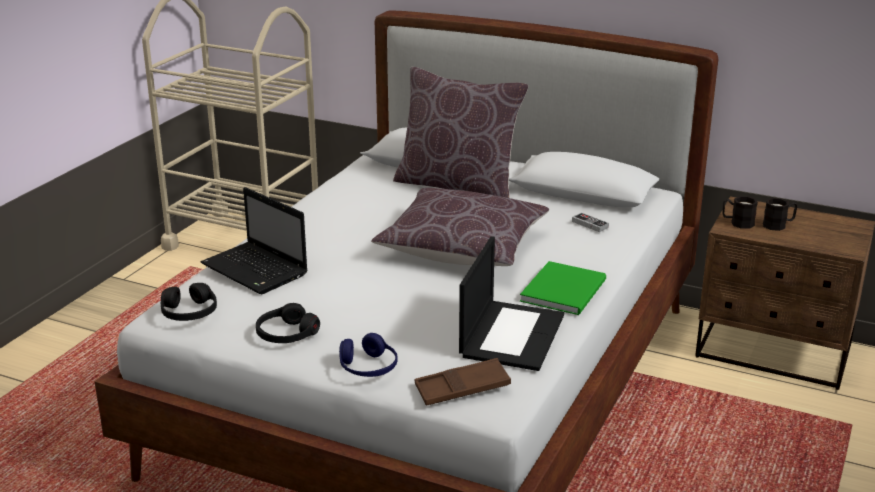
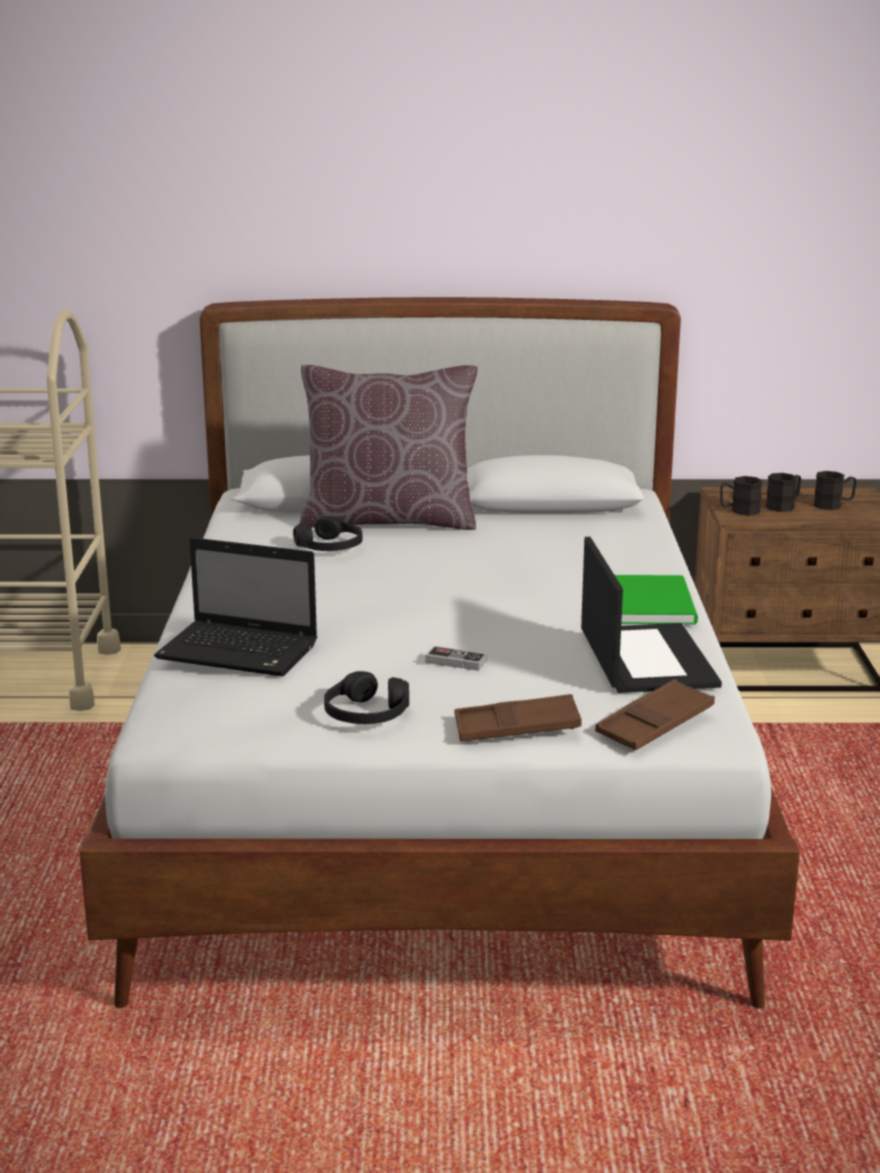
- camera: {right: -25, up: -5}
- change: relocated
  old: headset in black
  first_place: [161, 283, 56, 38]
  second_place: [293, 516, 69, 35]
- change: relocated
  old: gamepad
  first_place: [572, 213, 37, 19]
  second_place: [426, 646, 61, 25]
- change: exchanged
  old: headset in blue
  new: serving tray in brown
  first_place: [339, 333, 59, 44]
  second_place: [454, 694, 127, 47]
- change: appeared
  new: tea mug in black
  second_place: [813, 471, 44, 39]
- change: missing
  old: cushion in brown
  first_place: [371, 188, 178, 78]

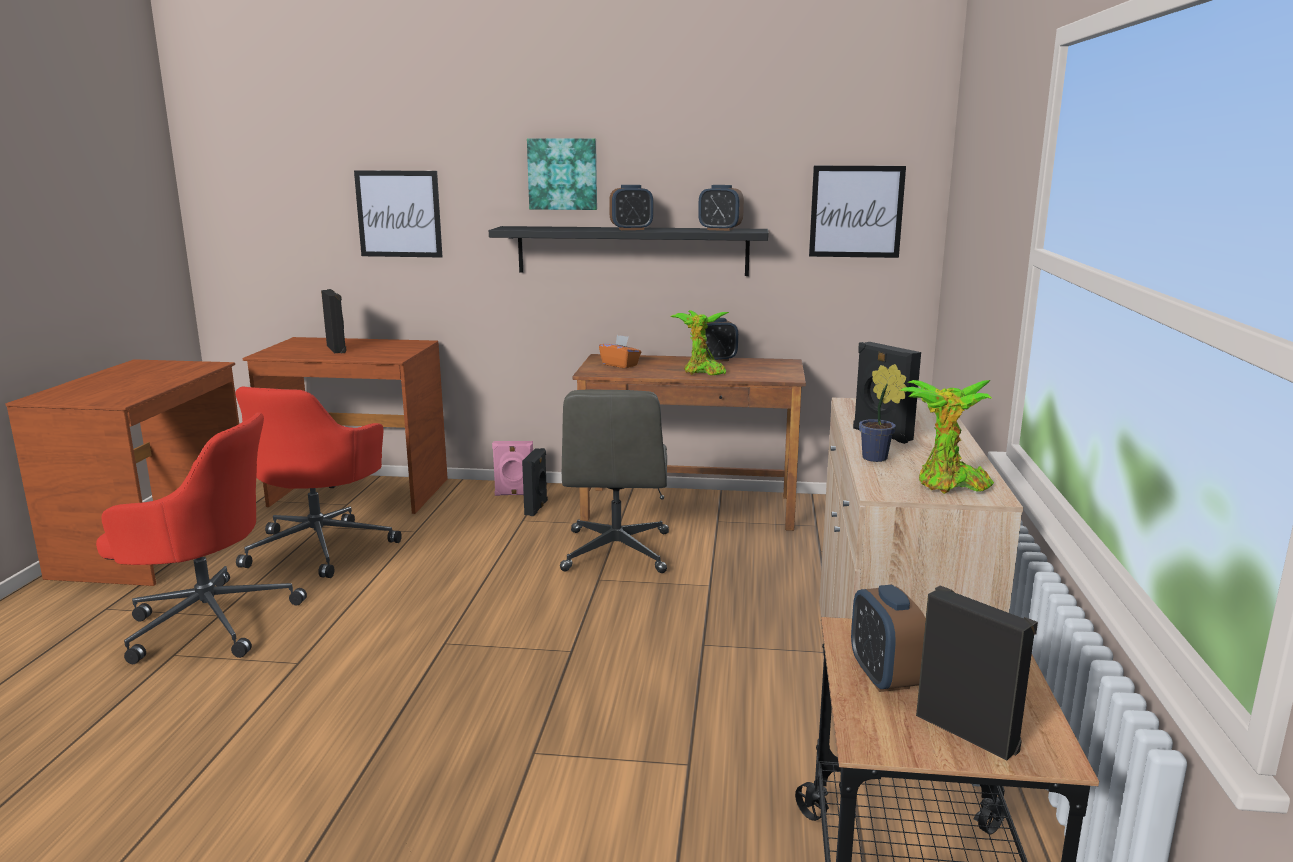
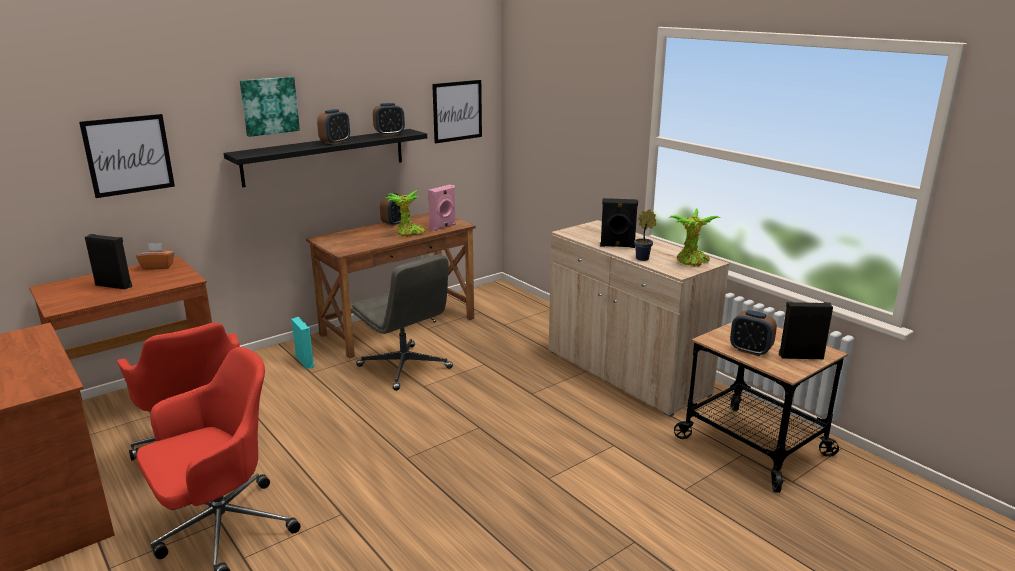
- camera: {right: -45, up: 5}
- change: relocated
  old: tissue holder in orange-coloured
  first_place: [599, 335, 42, 33]
  second_place: [136, 243, 39, 27]
- change: colour
  old: audio speaker in black
  new: audio speaker in blue-green
  first_place: [522, 448, 26, 68]
  second_place: [291, 317, 23, 52]
- change: relocated
  old: audio speaker in pinkish
  first_place: [492, 441, 41, 55]
  second_place: [428, 185, 28, 46]

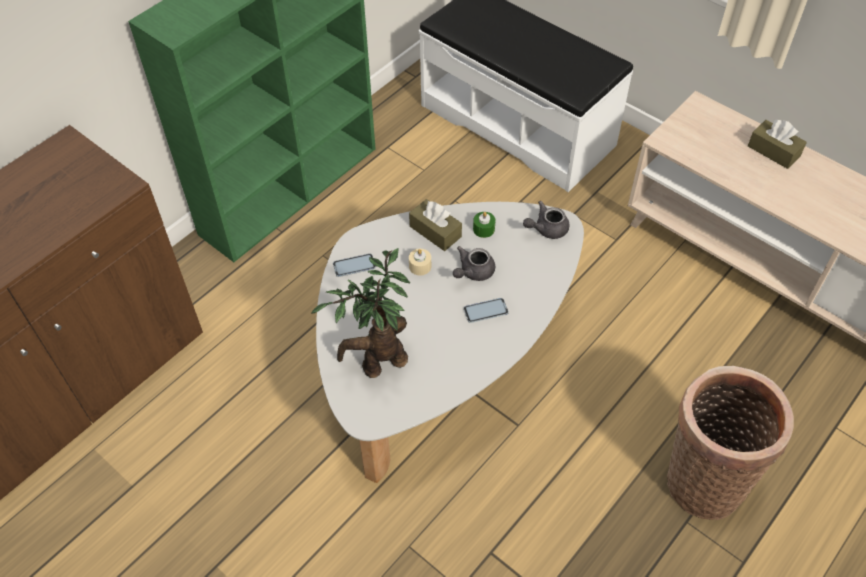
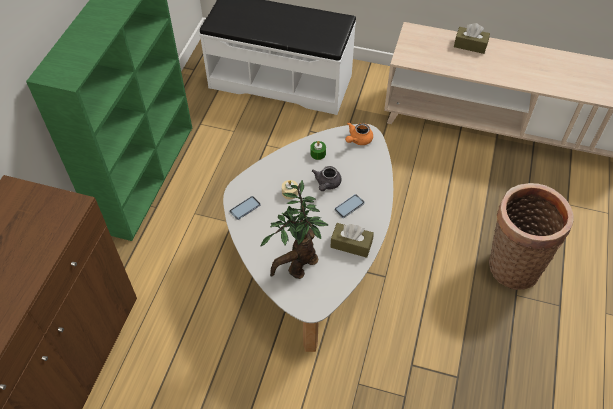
- camera: {right: -25, up: 0}
- change: relocated
  old: tissue holder in brown
  first_place: [409, 199, 53, 52]
  second_place: [331, 223, 43, 35]
- change: colour
  old: tea pot in greyish
  new: tea pot in orange-coloured
  first_place: [523, 201, 46, 38]
  second_place: [345, 122, 28, 23]

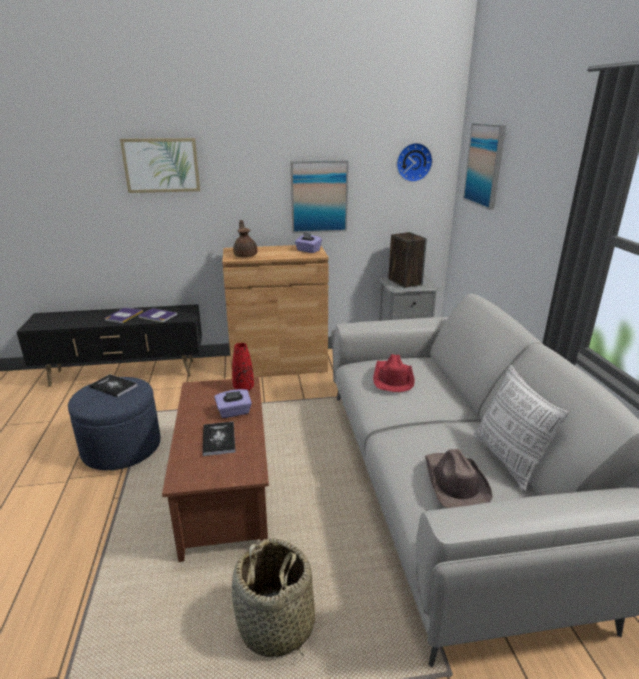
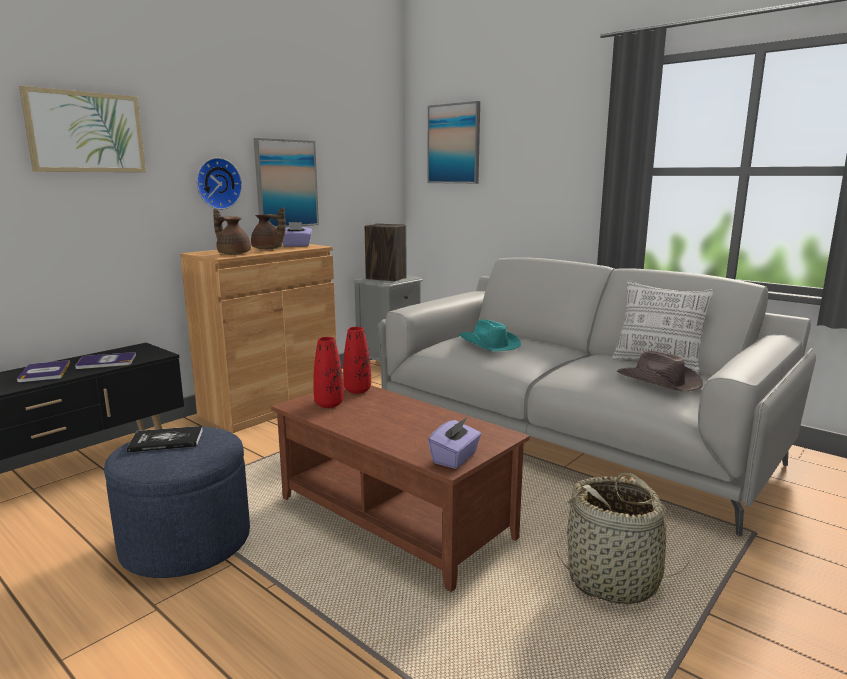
- camera: {right: -40, up: -10}
- change: relocated
  old: hanging clock
  first_place: [397, 143, 36, 39]
  second_place: [196, 158, 46, 52]
- change: appeared
  new: tea pot in brown
  second_place: [251, 207, 35, 42]
- change: appeared
  new: flower vase in red-coloured
  second_place: [313, 337, 31, 71]
- change: relocated
  old: tissue holder in purple
  first_place: [215, 389, 37, 29]
  second_place: [428, 417, 53, 52]
- change: colour
  old: clothing hat in red-coloured
  new: clothing hat in blue-green
  first_place: [373, 354, 42, 38]
  second_place: [459, 319, 62, 32]
- change: missing
  old: book
  first_place: [202, 421, 33, 35]

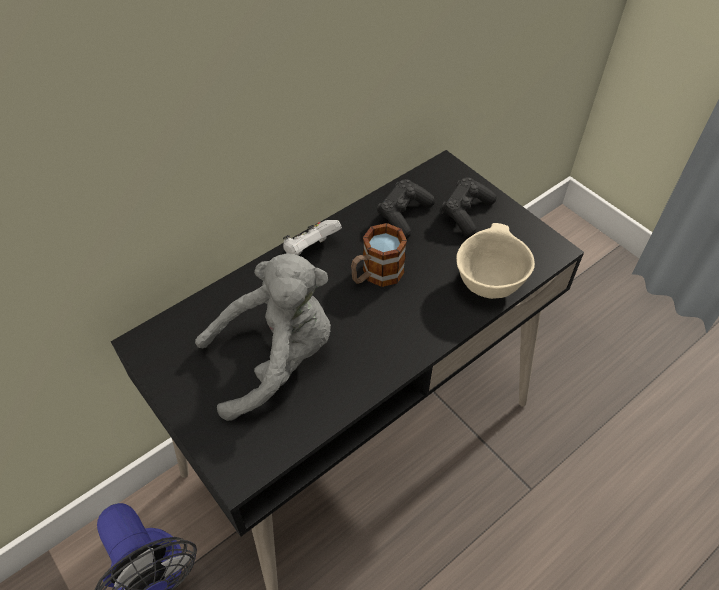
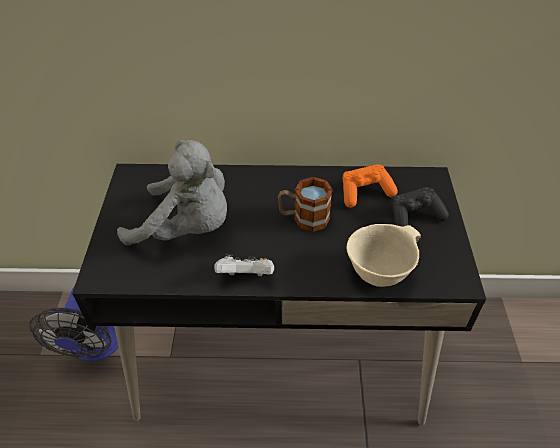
- camera: {right: 40, up: -5}
- change: relocated
  old: gamepad in white
  first_place: [283, 220, 59, 35]
  second_place: [214, 253, 60, 23]
- change: colour
  old: gamepad in black
  new: gamepad in orange-coloured
  first_place: [377, 179, 58, 60]
  second_place: [343, 164, 55, 44]

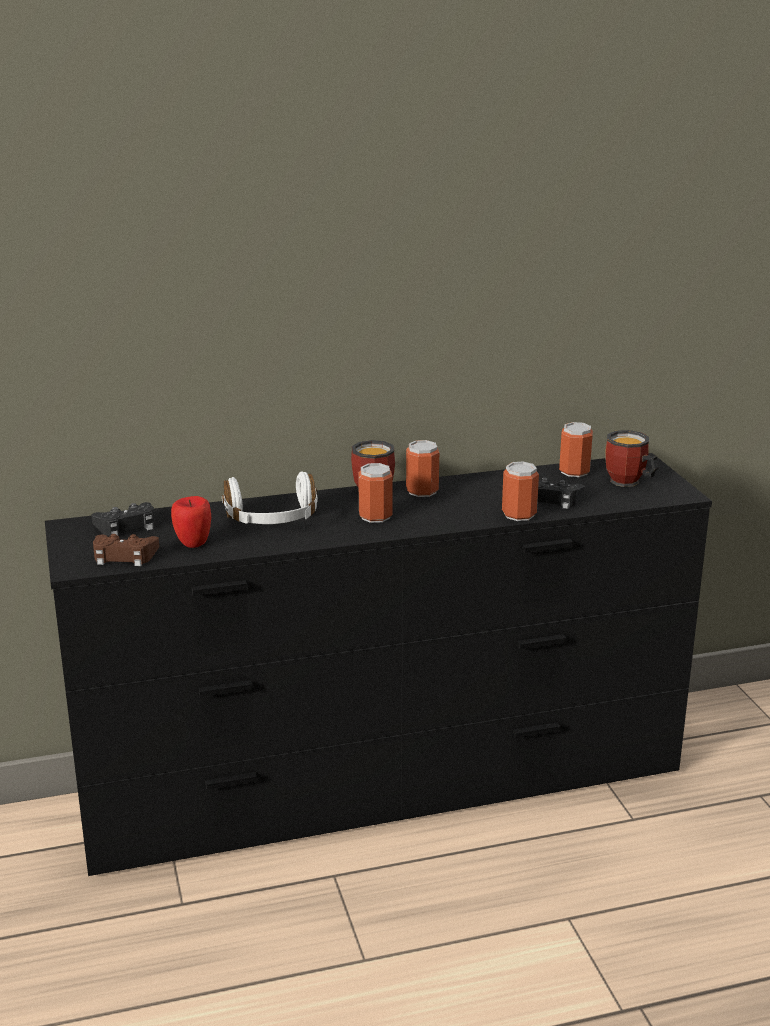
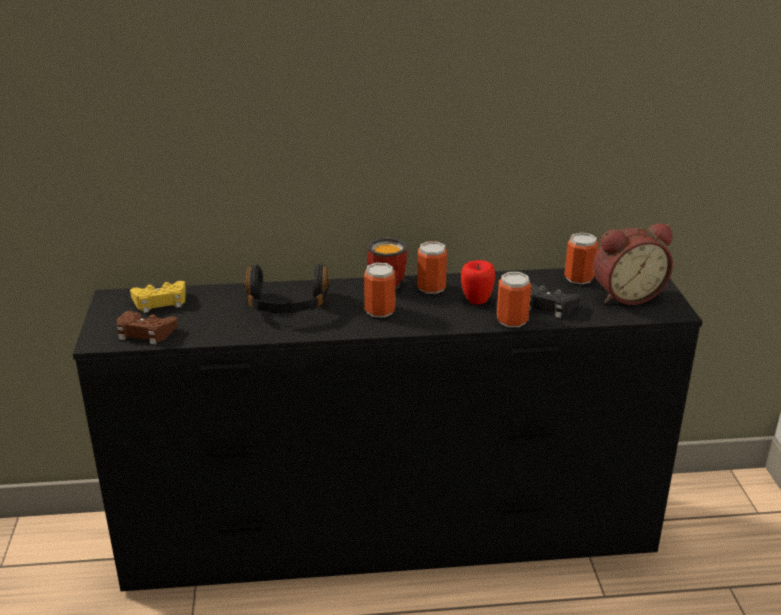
- camera: {right: 10, up: 5}
- change: colour
  old: gamepad in black
  new: gamepad in yellow-coloured
  first_place: [91, 502, 64, 34]
  second_place: [130, 281, 56, 32]
- change: colour
  old: headset in white
  new: headset in black
  first_place: [222, 471, 96, 53]
  second_place: [244, 264, 86, 49]
- change: relocated
  old: apple
  first_place: [171, 496, 40, 52]
  second_place: [461, 260, 34, 45]
- change: exchanged
  old: tea mug
  new: alarm clock
  first_place: [606, 430, 53, 57]
  second_place: [593, 223, 80, 82]

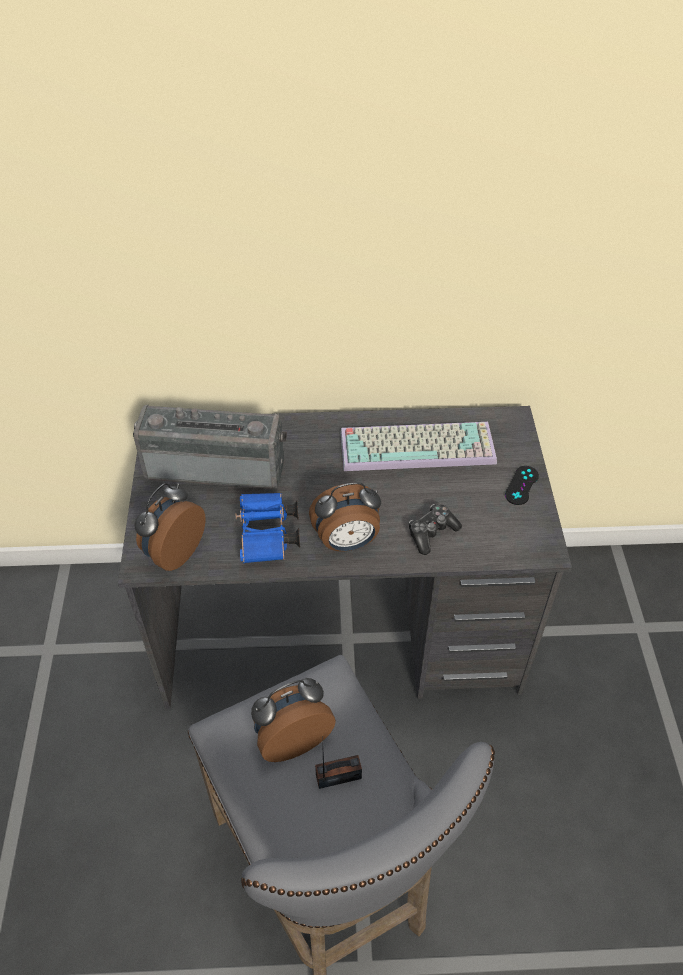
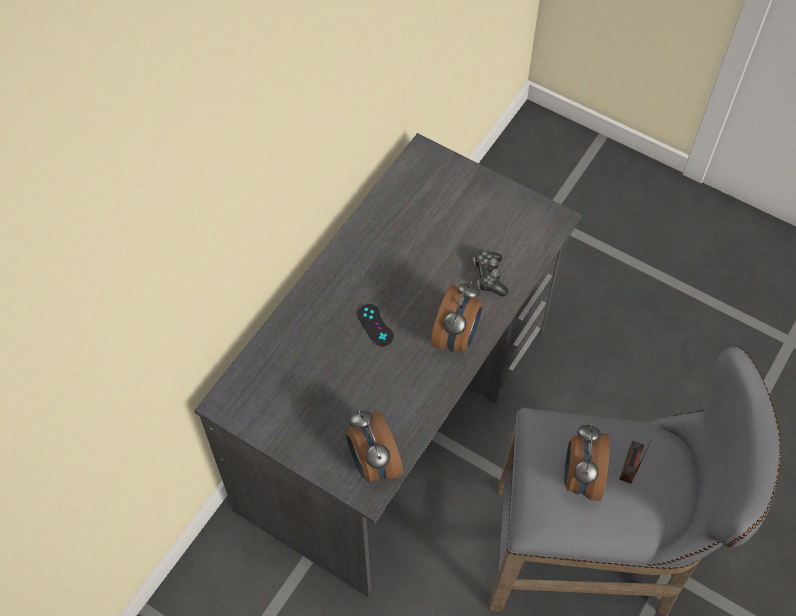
- camera: {right: -55, up: 10}
- change: relocated
  old: gamepad in black
  first_place: [505, 466, 34, 39]
  second_place: [358, 304, 36, 43]
- change: missing
  old: radio receiver
  first_place: [133, 405, 154, 84]
- change: missing
  old: pair of binoculars in blue
  first_place: [236, 493, 64, 70]
- change: missing
  old: computer keyboard
  first_place: [340, 422, 157, 49]

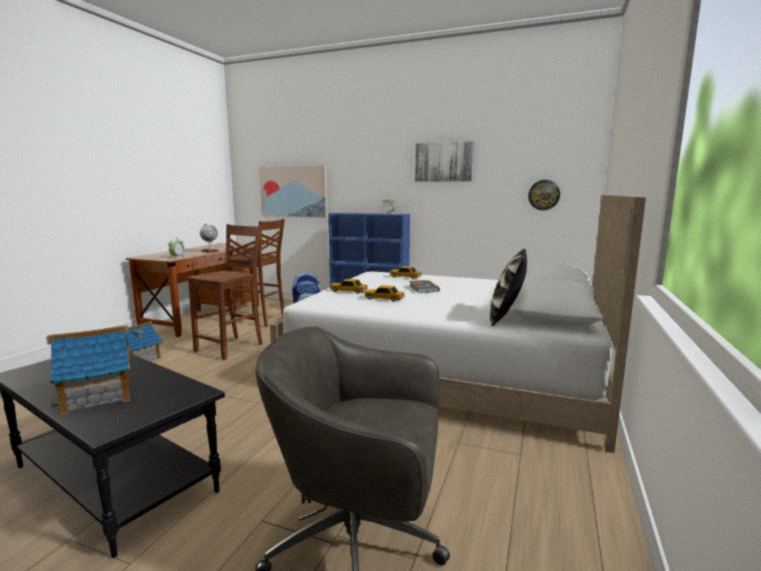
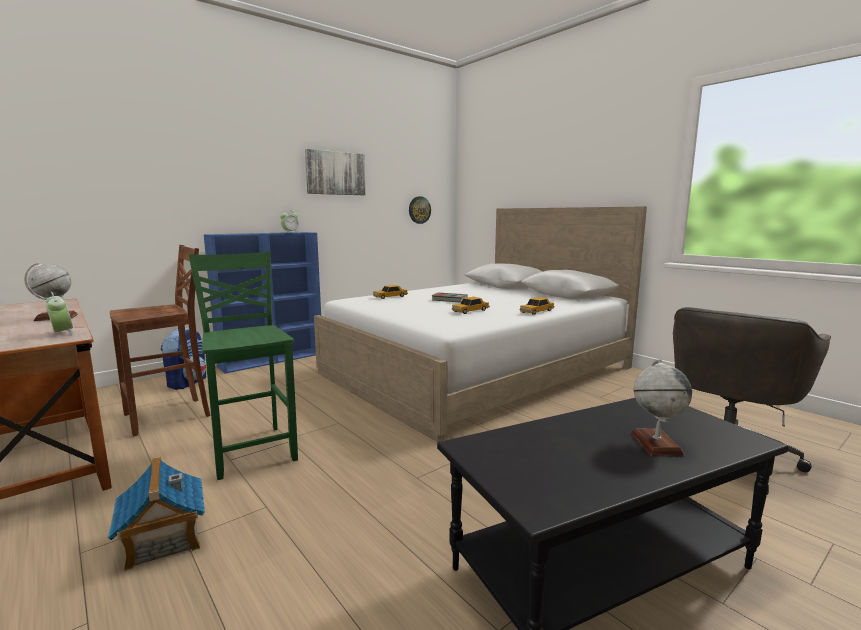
- camera: {right: -60, up: 0}
- change: colour
  old: upright chair in brown
  new: upright chair in green
  first_place: [188, 224, 75, 136]
  second_place: [188, 251, 110, 229]
- change: relocated
  old: model car
  first_place: [330, 279, 38, 15]
  second_place: [520, 297, 35, 18]
- change: exchanged
  old: miniature house
  new: world globe
  first_place: [46, 325, 84, 90]
  second_place: [631, 360, 61, 96]
- change: missing
  old: wall picture
  first_place: [259, 165, 69, 53]
- change: missing
  old: cushion
  first_place: [490, 249, 37, 77]

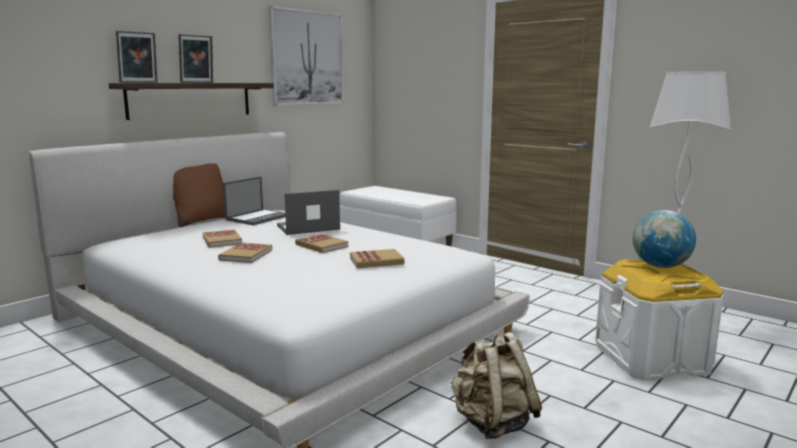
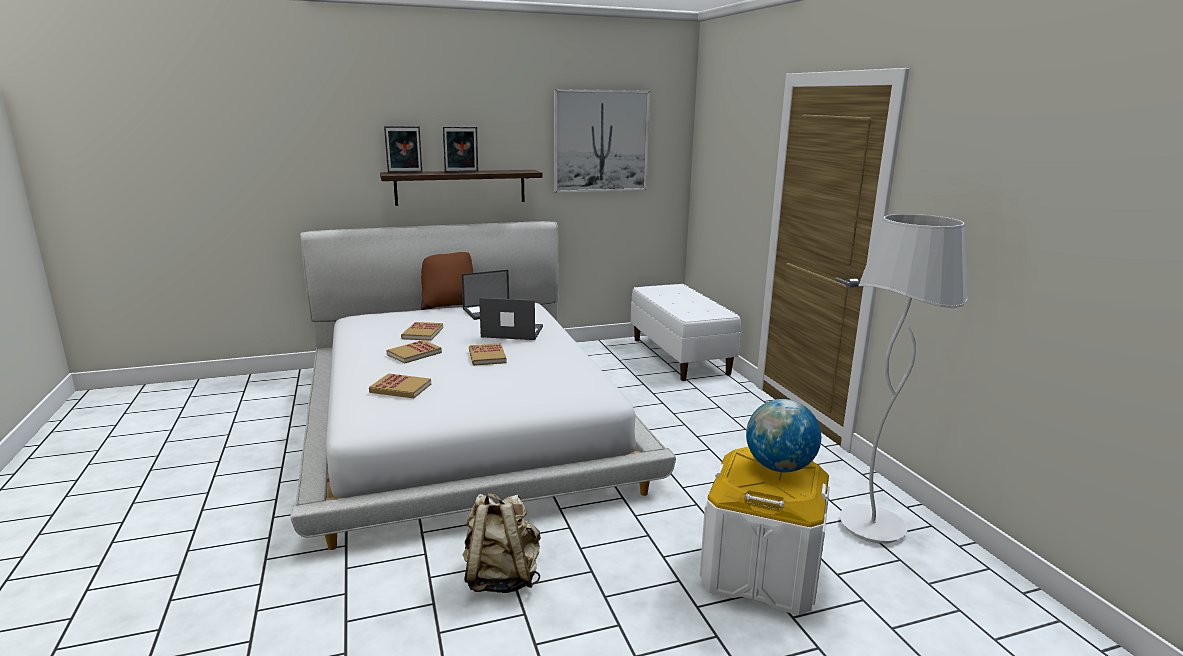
- camera: {right: 30, up: 5}
- change: relocated
  old: book
  first_place: [350, 249, 54, 19]
  second_place: [369, 373, 62, 25]

